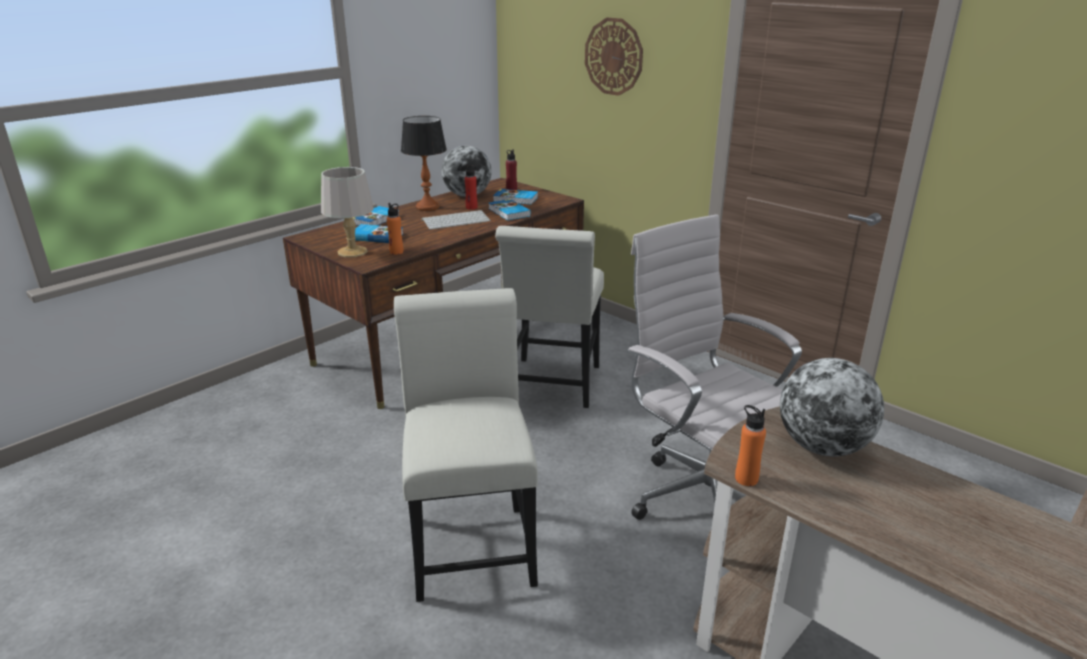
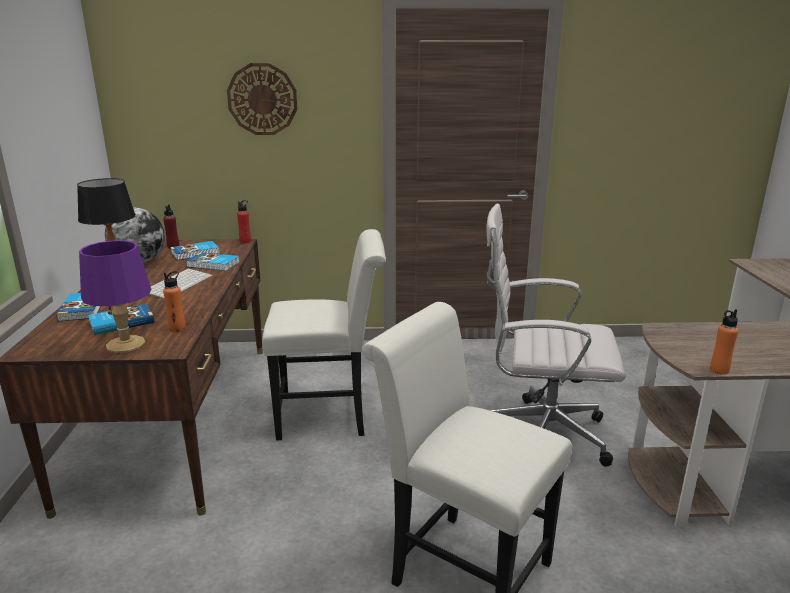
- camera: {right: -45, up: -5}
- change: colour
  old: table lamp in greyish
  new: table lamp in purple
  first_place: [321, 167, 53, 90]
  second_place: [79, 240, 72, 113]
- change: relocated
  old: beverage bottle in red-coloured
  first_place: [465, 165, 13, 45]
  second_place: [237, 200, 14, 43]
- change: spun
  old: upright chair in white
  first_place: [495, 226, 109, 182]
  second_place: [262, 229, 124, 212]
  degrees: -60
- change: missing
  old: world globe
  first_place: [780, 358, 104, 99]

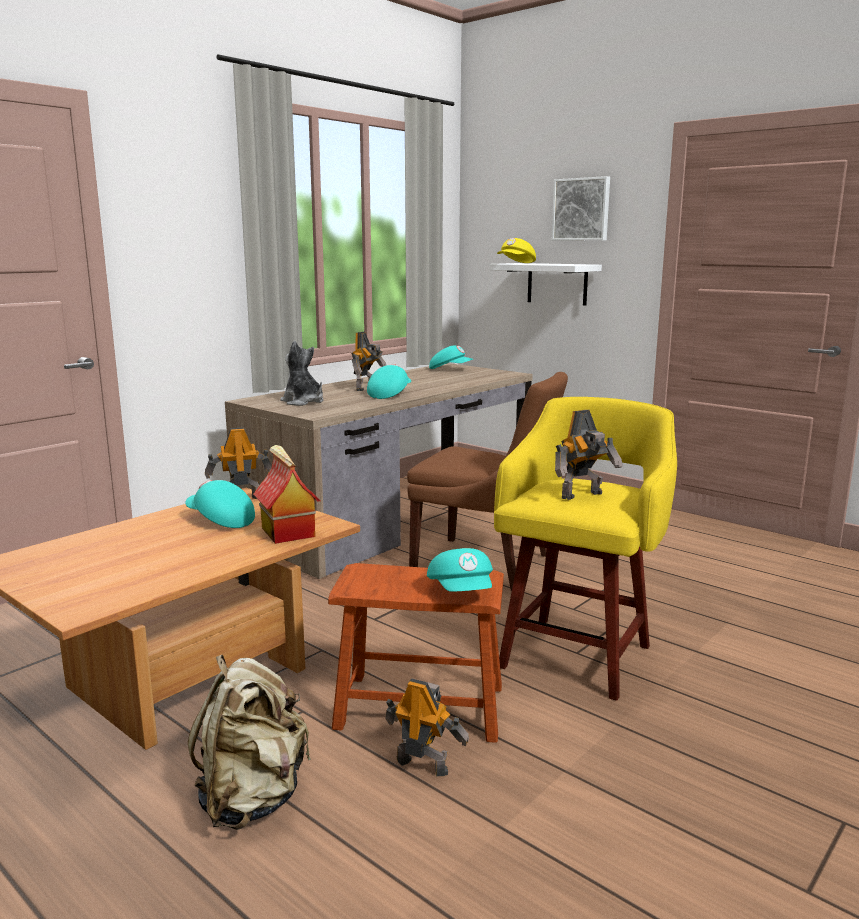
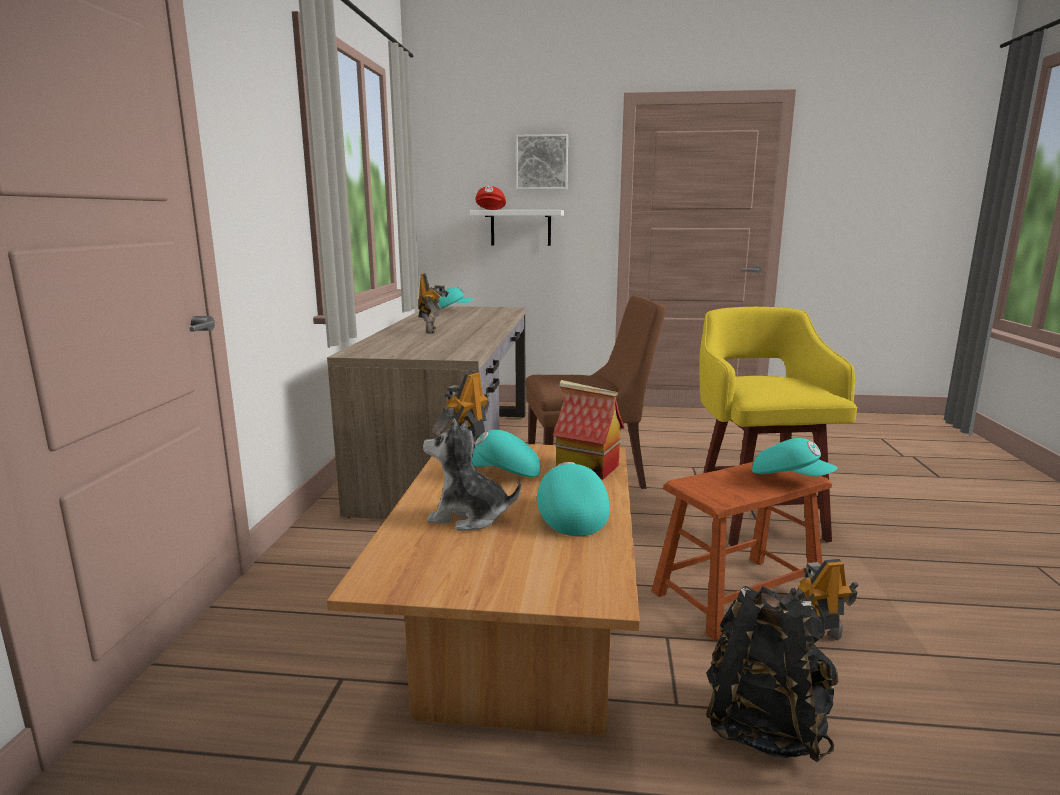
- camera: {right: -35, up: 0}
- change: relocated
  old: plush toy
  first_place: [280, 341, 43, 65]
  second_place: [423, 419, 98, 112]
- change: colour
  old: peaked cap in yellow-coloured
  new: peaked cap in red-coloured
  first_place: [497, 238, 39, 25]
  second_place: [475, 186, 31, 24]
- change: relocated
  old: peaked cap in blue-green
  first_place: [367, 364, 44, 35]
  second_place: [537, 462, 73, 74]
- change: colour
  old: rucksack in beige-coloured
  new: rucksack in black
  first_place: [188, 655, 123, 175]
  second_place: [706, 586, 132, 176]
- change: missing
  old: model robot
  first_place: [555, 410, 68, 90]

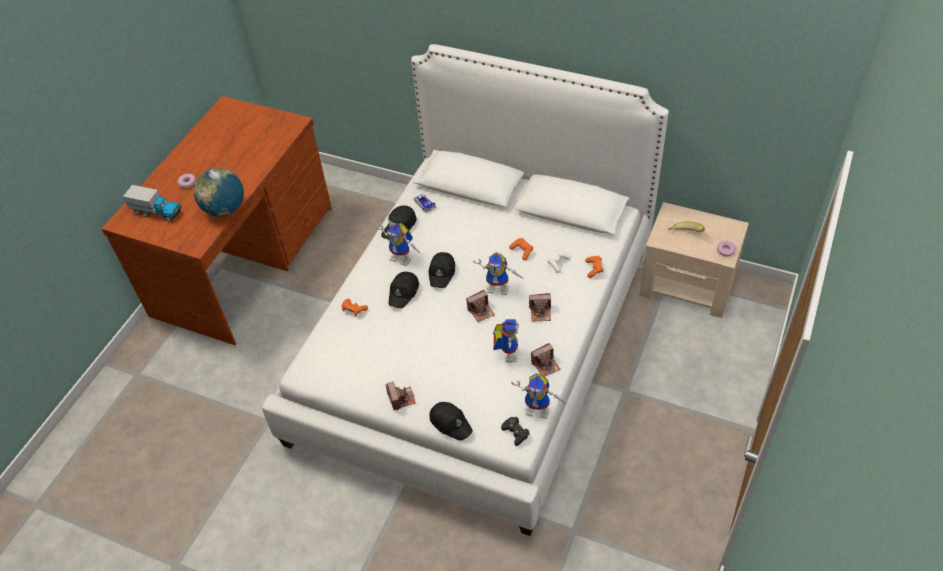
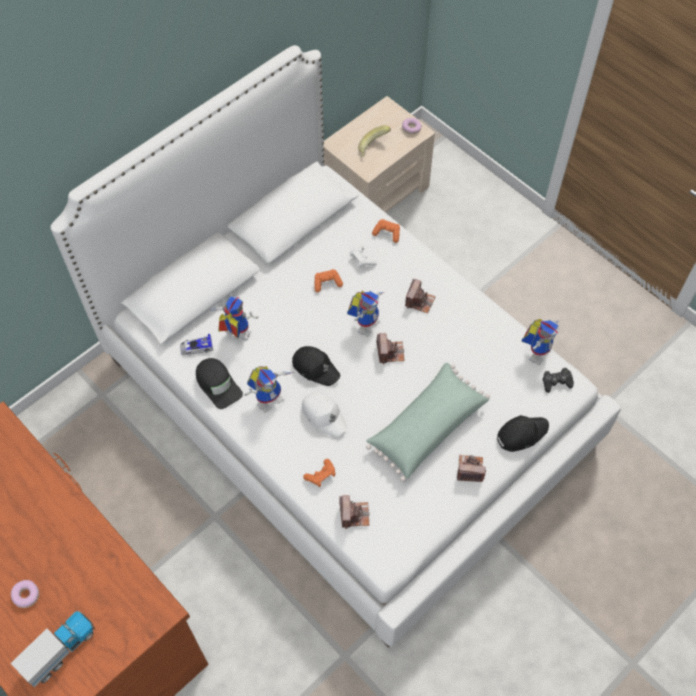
- camera: {right: -70, up: 10}
- change: relocated
  old: model robot
  first_place: [493, 319, 26, 43]
  second_place: [208, 296, 50, 45]
- change: colour
  old: peaked cap in black
  new: peaked cap in white
  first_place: [388, 272, 31, 36]
  second_place: [302, 392, 45, 45]
- change: relocated
  old: still camera
  first_place: [531, 343, 29, 34]
  second_place: [339, 495, 31, 34]
- change: appeared
  new: cushion in green
  second_place: [366, 363, 124, 119]
- change: missing
  old: world globe
  first_place: [194, 168, 50, 49]

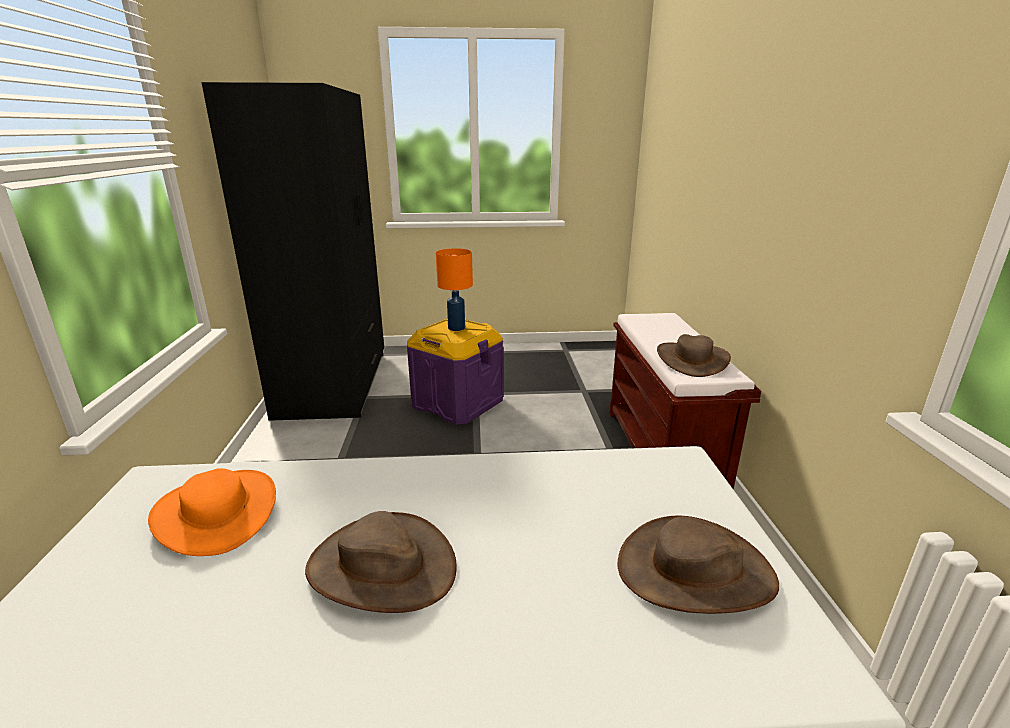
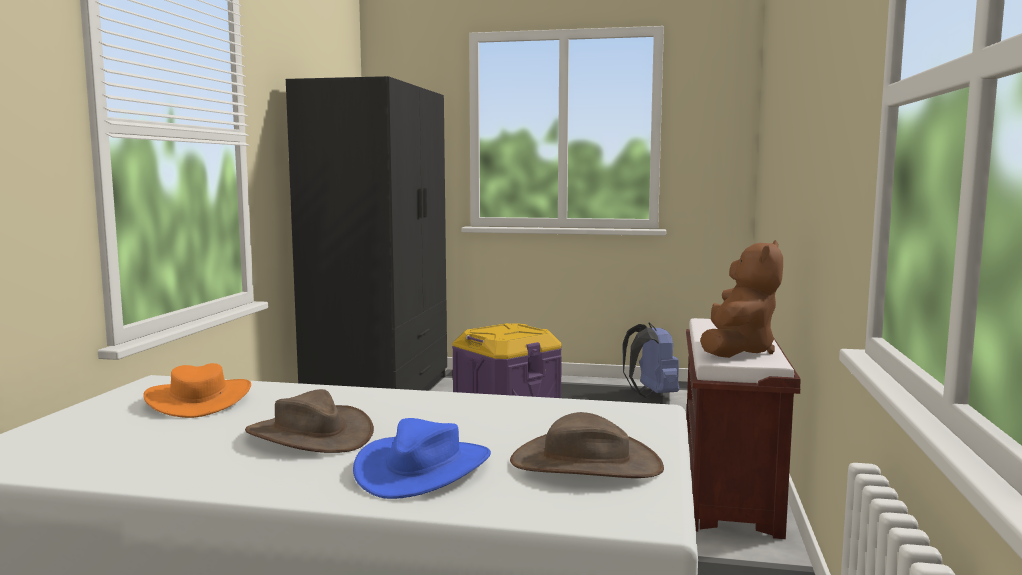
- camera: {right: 15, up: -15}
- change: appeared
  new: clothing hat in blue
  second_place: [353, 418, 138, 81]
- change: appeared
  new: rucksack in blue
  second_place: [622, 322, 57, 76]
- change: exchanged
  old: clothing hat in brown
  new: plush toy in brown
  first_place: [657, 334, 74, 43]
  second_place: [700, 240, 83, 118]
- change: missing
  old: table lamp in orange-coloured
  first_place: [436, 248, 37, 83]

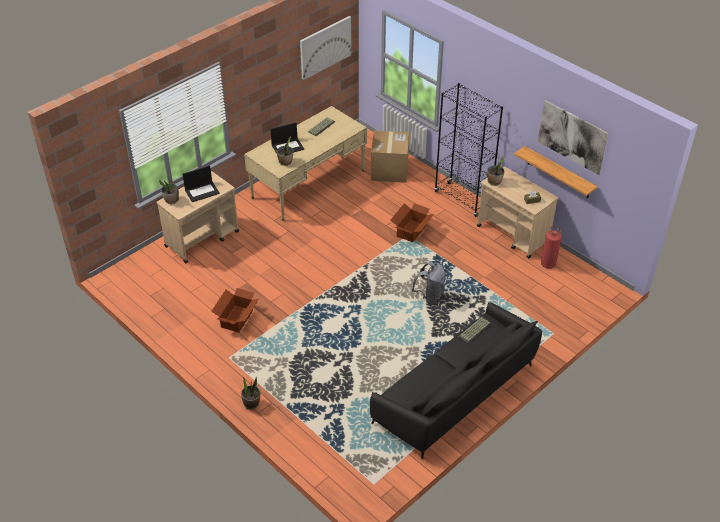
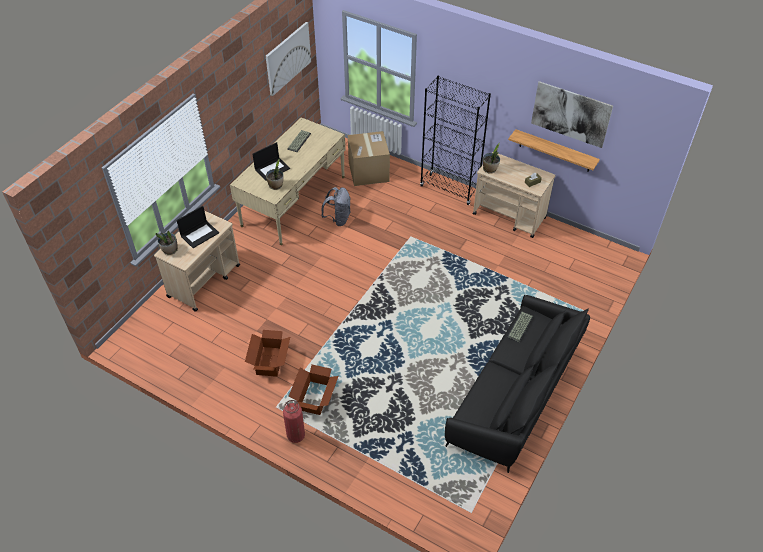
- camera: {right: -15, up: 5}
- change: relocated
  old: fire-fighting cylinder
  first_place: [541, 226, 21, 43]
  second_place: [283, 400, 22, 43]
- change: relocated
  old: cardboard box
  first_place: [391, 203, 43, 39]
  second_place: [289, 364, 49, 51]
- change: relocated
  old: rucksack in greyish
  first_place: [412, 262, 34, 42]
  second_place: [321, 187, 30, 39]
- change: missing
  old: houseplant
  first_place: [241, 377, 19, 33]

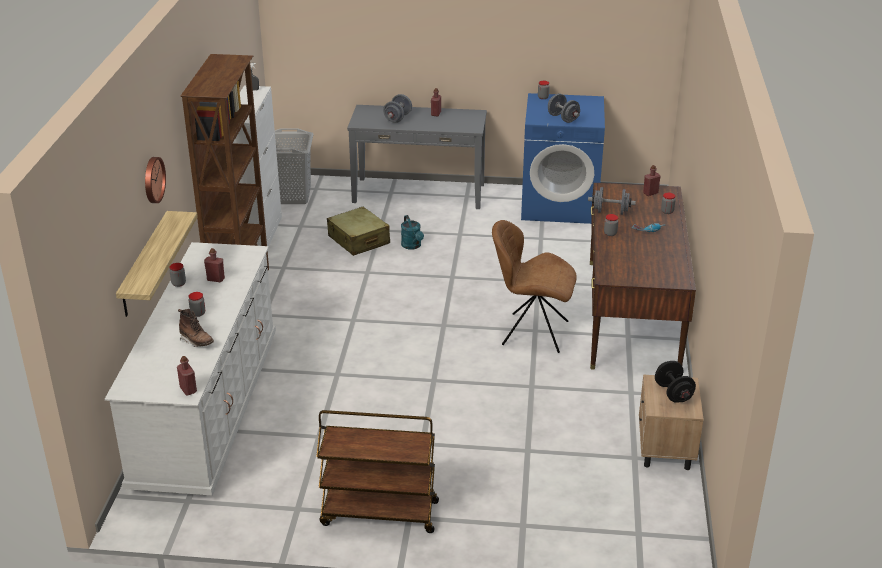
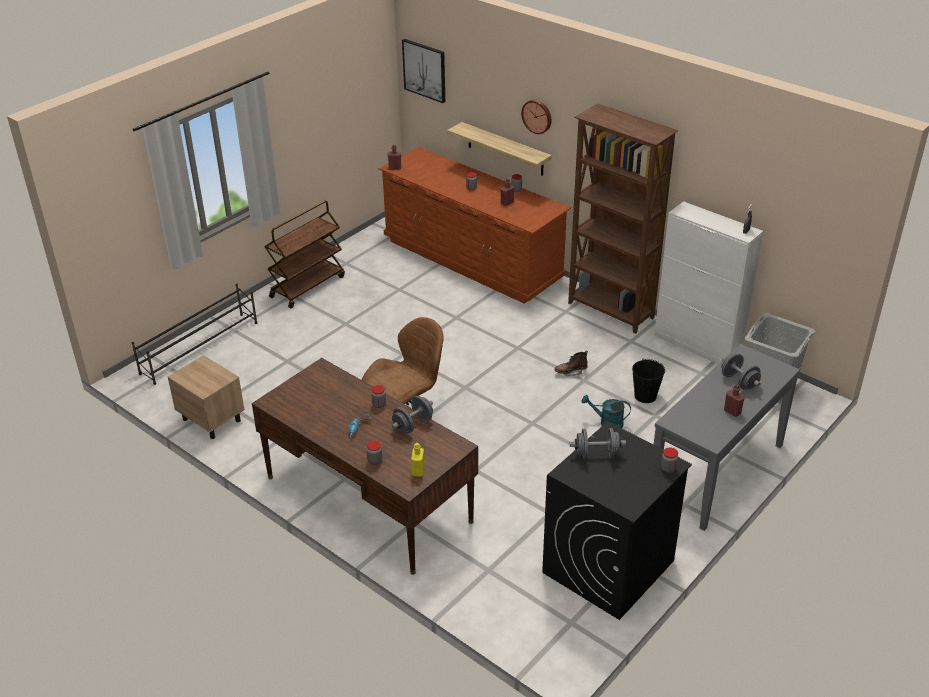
- camera: {right: 125, up: 5}
- change: appeared
  new: shoe stand in black
  second_place: [132, 284, 125, 101]
- change: colour
  old: drawer chest in white
  new: drawer chest in brown
  first_place: [105, 242, 171, 254]
  second_place: [378, 147, 193, 157]
- change: appeared
  new: wall picture
  second_place: [402, 39, 43, 64]
- change: colour
  old: beverage bottle in red-coloured
  new: beverage bottle in yellow-coloured
  first_place: [643, 165, 17, 31]
  second_place: [411, 443, 14, 33]
- change: colour
  old: washing machine in blue
  new: washing machine in black
  first_place: [521, 93, 84, 131]
  second_place: [542, 421, 150, 199]
- change: relocated
  old: tall boot in brown
  first_place: [178, 309, 36, 38]
  second_place: [555, 350, 33, 26]
- change: exchanged
  old: suitcase in beige-coloured
  new: pail in black
  first_place: [327, 207, 63, 49]
  second_place: [632, 358, 33, 45]
- change: missing
  old: hand weight in black
  first_place: [655, 361, 41, 42]

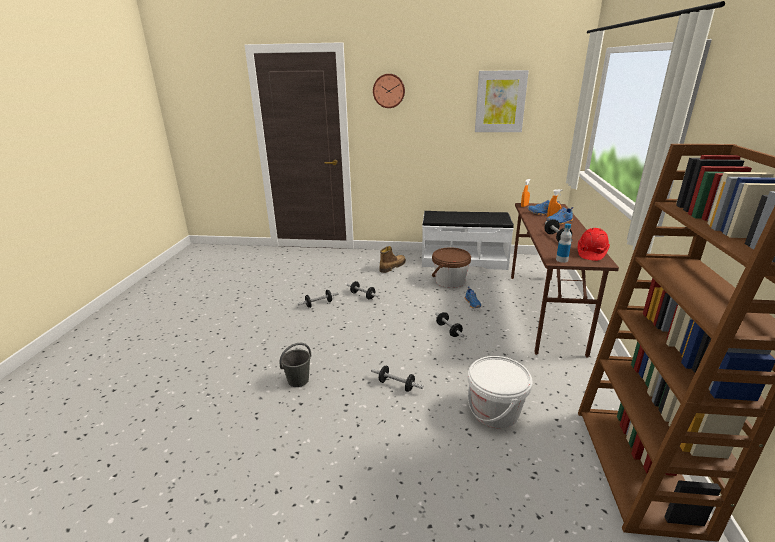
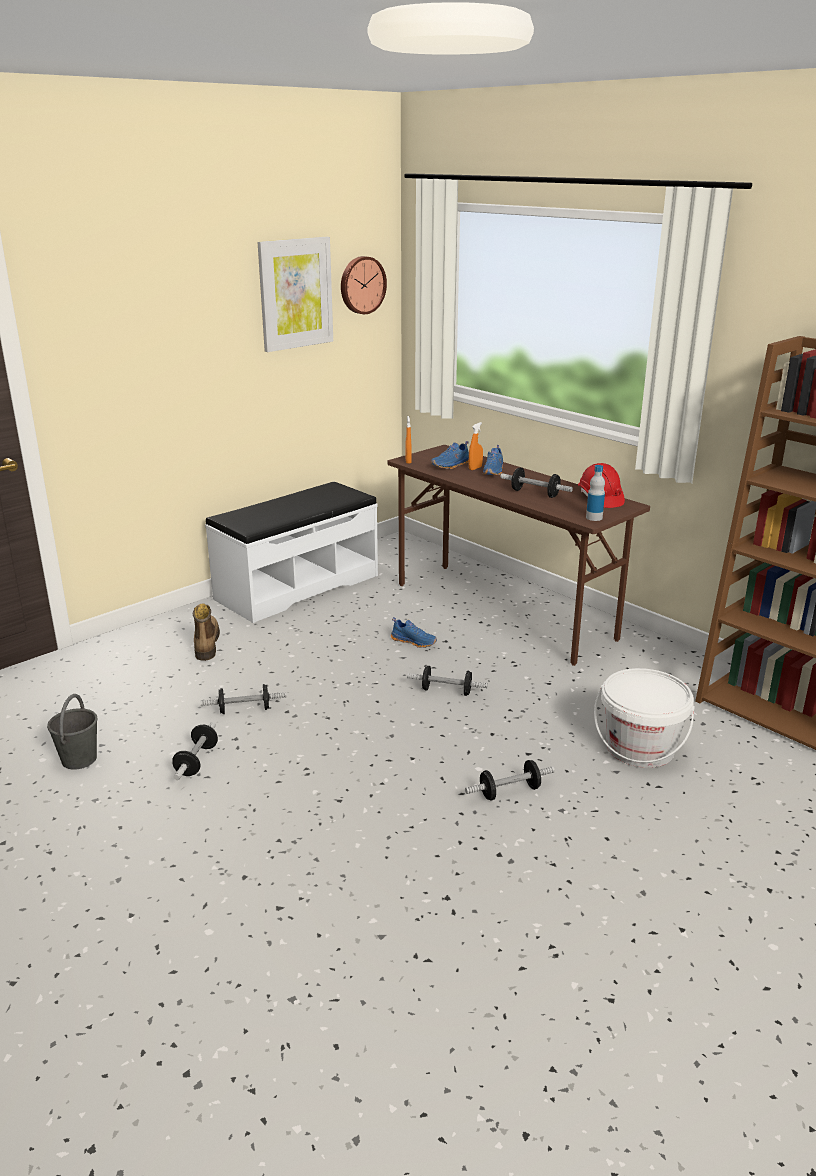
- camera: {right: -50, up: 0}
- change: relocated
  old: pail in greyish
  first_place: [280, 343, 31, 44]
  second_place: [47, 694, 51, 76]
- change: relocated
  old: hanging clock
  first_place: [373, 74, 32, 34]
  second_place: [341, 256, 46, 58]
- change: missing
  old: pail in brown
  first_place: [432, 248, 39, 40]

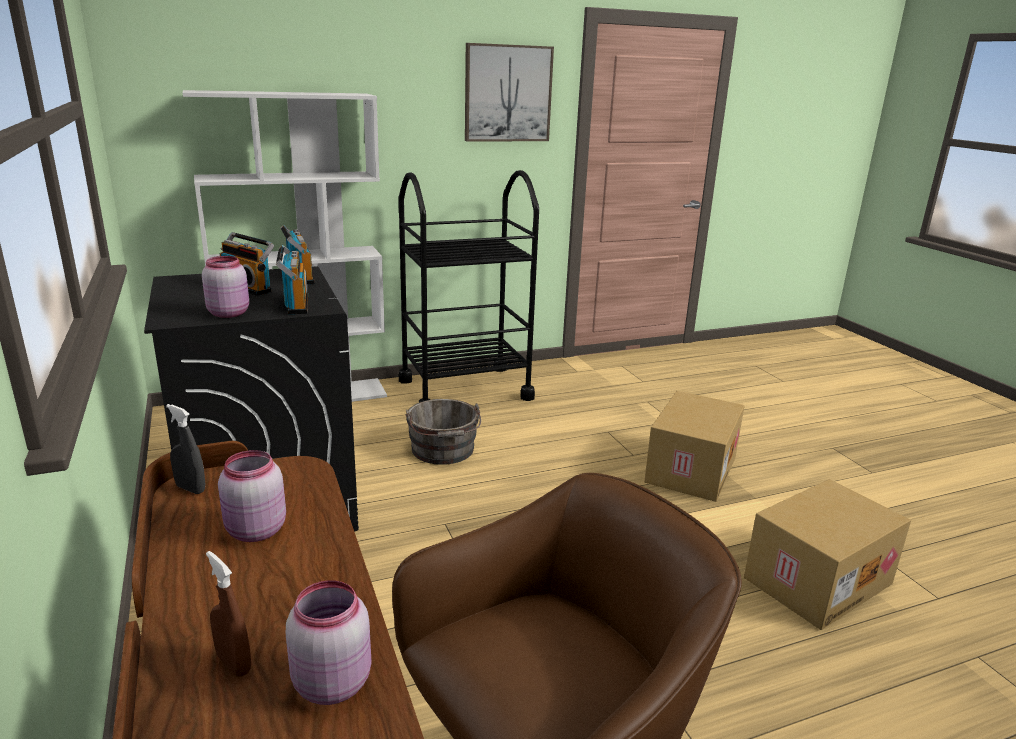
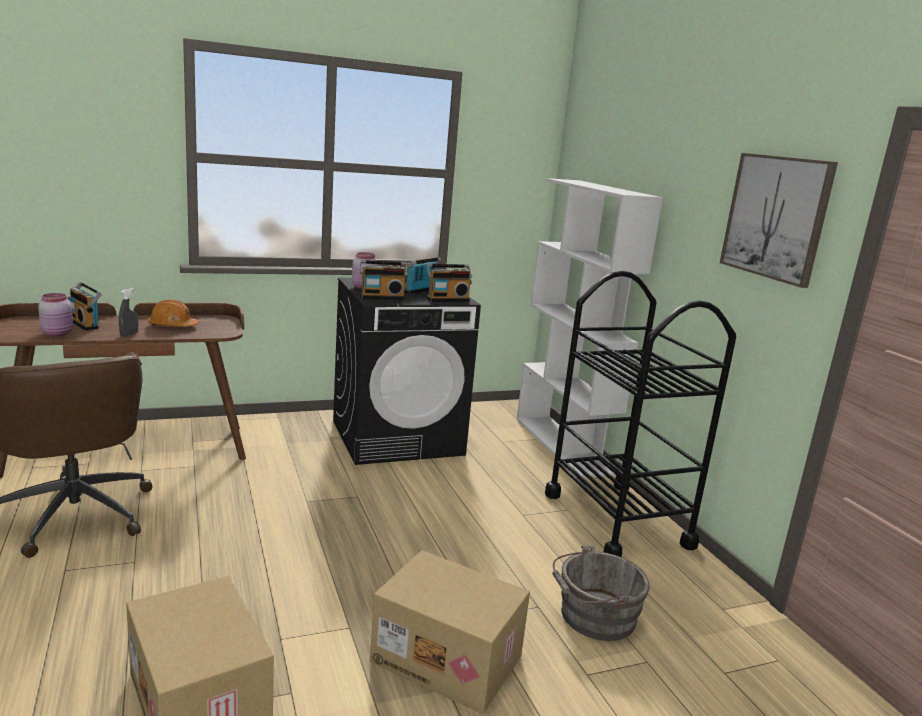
- camera: {right: 90, up: -5}
- change: exchanged
  old: hand sprayer in brown
  new: radio receiver
  first_place: [206, 551, 45, 126]
  second_place: [68, 282, 34, 49]
- change: relocated
  old: hand sprayer in greyish
  first_place: [166, 404, 39, 90]
  second_place: [119, 288, 19, 49]
- change: exchanged
  old: jar in pinkish
  new: hard hat in orange-coloured
  first_place: [218, 450, 68, 92]
  second_place: [148, 300, 51, 27]
- change: relocated
  old: pail in greyish
  first_place: [405, 399, 76, 66]
  second_place: [552, 545, 97, 96]

